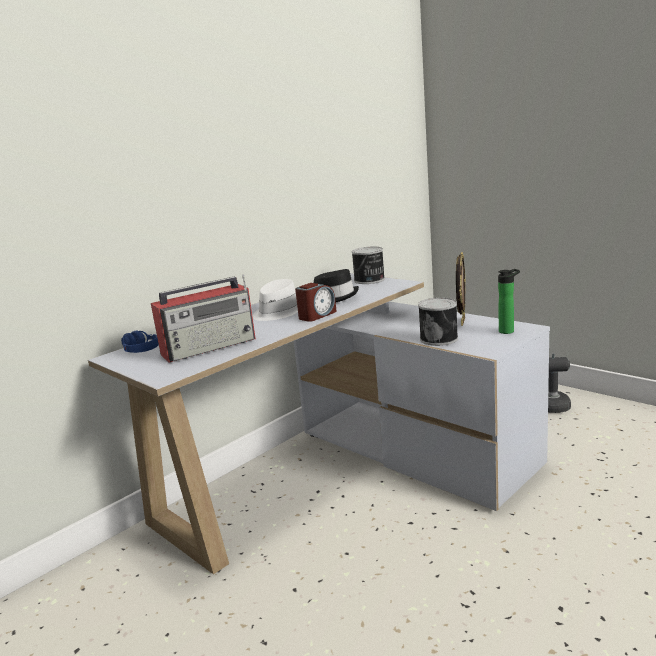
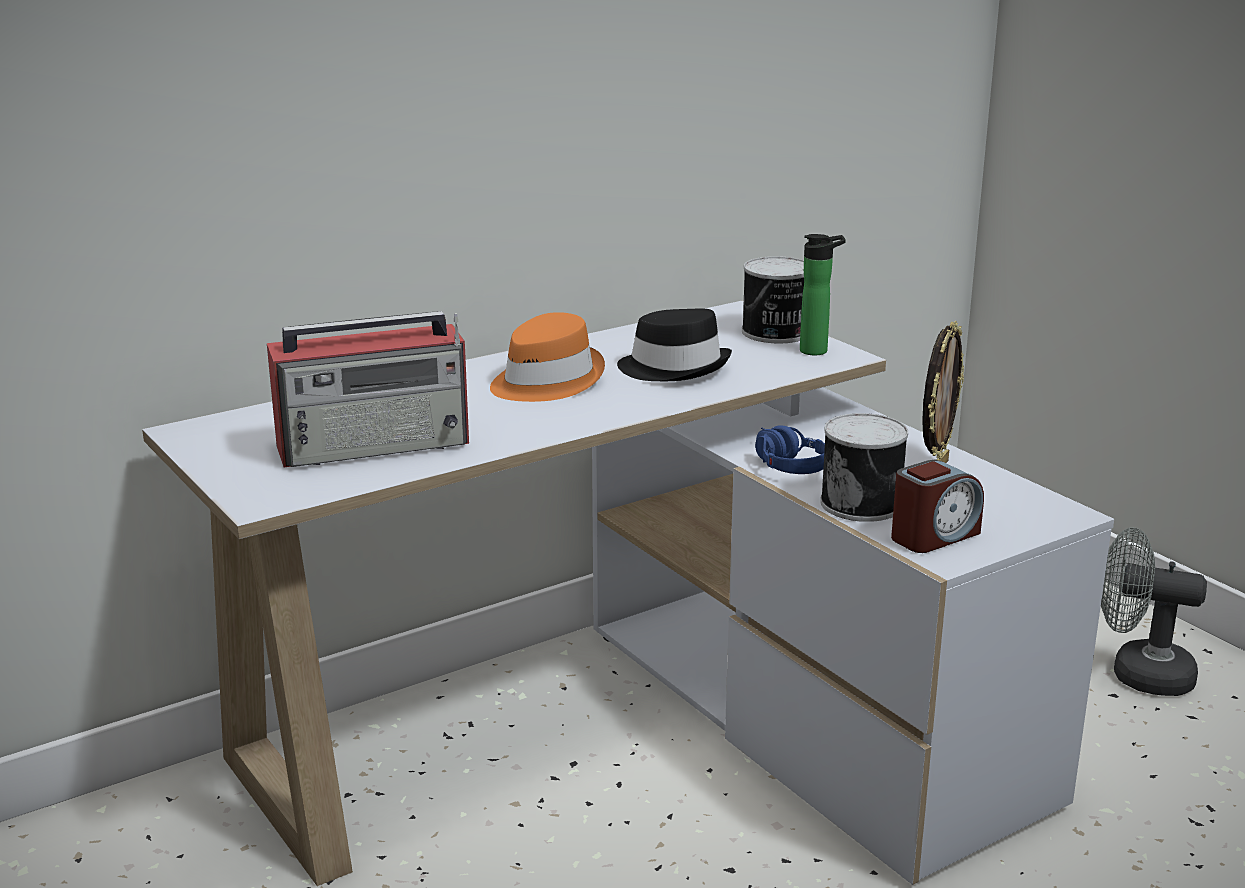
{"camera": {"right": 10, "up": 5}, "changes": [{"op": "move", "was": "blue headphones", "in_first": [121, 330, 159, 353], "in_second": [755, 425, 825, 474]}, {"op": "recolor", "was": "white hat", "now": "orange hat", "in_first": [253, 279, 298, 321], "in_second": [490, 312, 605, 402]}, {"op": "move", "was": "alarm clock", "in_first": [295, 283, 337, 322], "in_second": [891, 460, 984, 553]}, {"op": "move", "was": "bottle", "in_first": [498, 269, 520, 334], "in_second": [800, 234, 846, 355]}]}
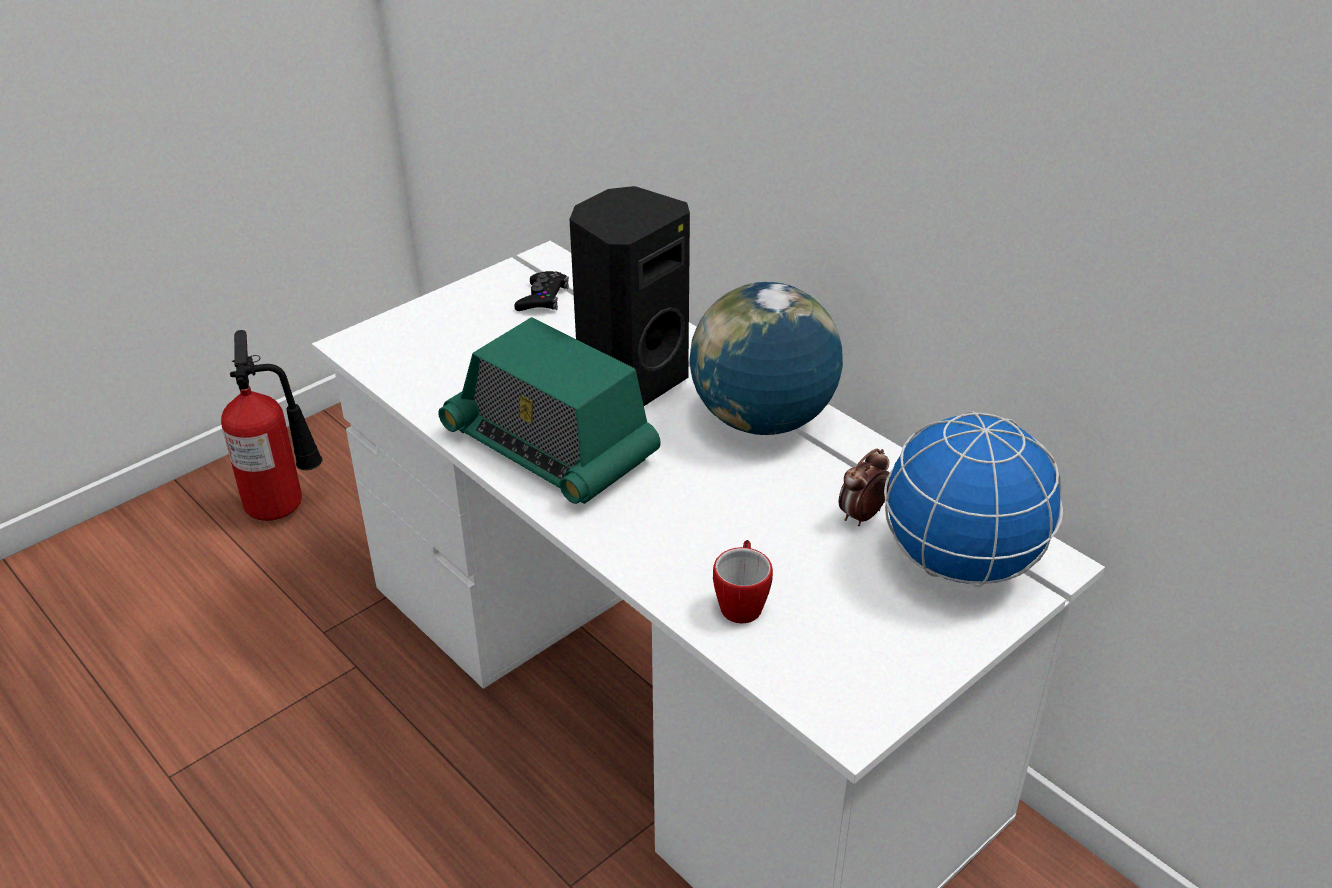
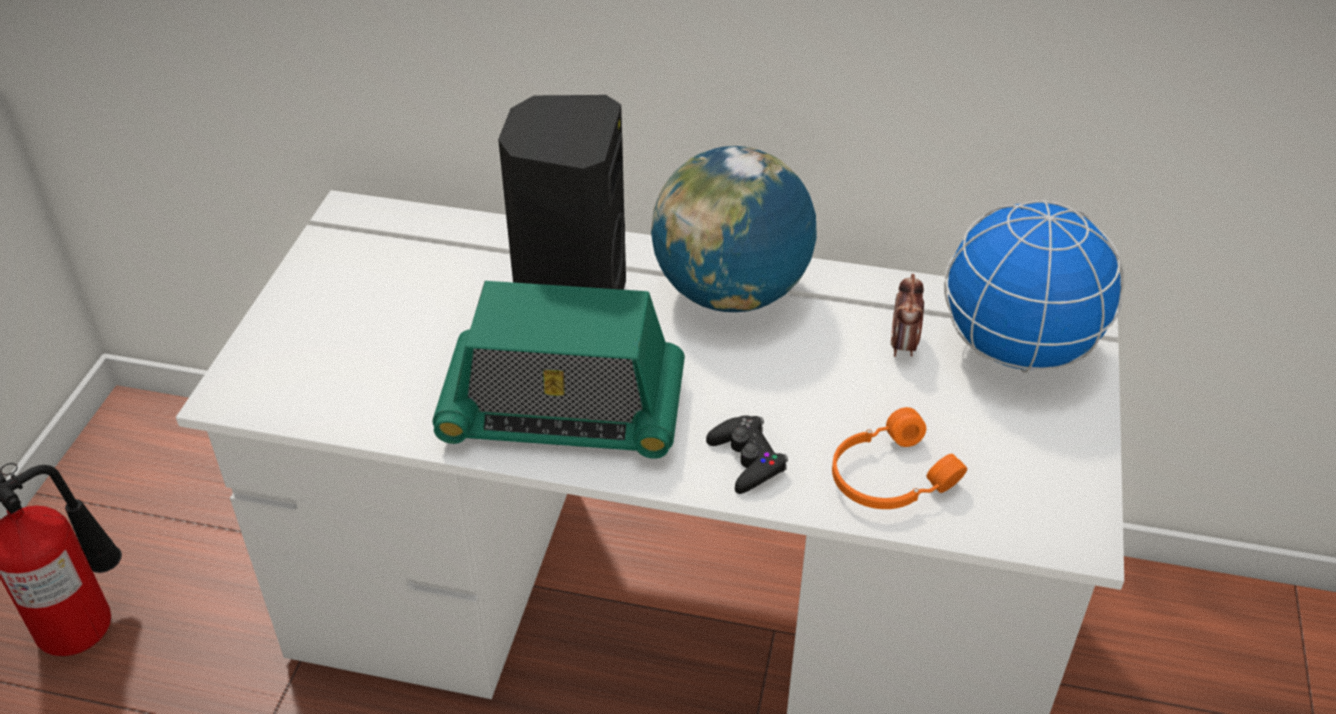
{"camera": {"right": -35, "up": 5}, "changes": [{"op": "move", "was": "black game controller", "in_first": [514, 271, 569, 311], "in_second": [706, 415, 788, 494]}, {"op": "replace", "was": "mug", "now": "orange headphones", "in_first": [713, 540, 773, 623], "in_second": [832, 407, 967, 509]}]}
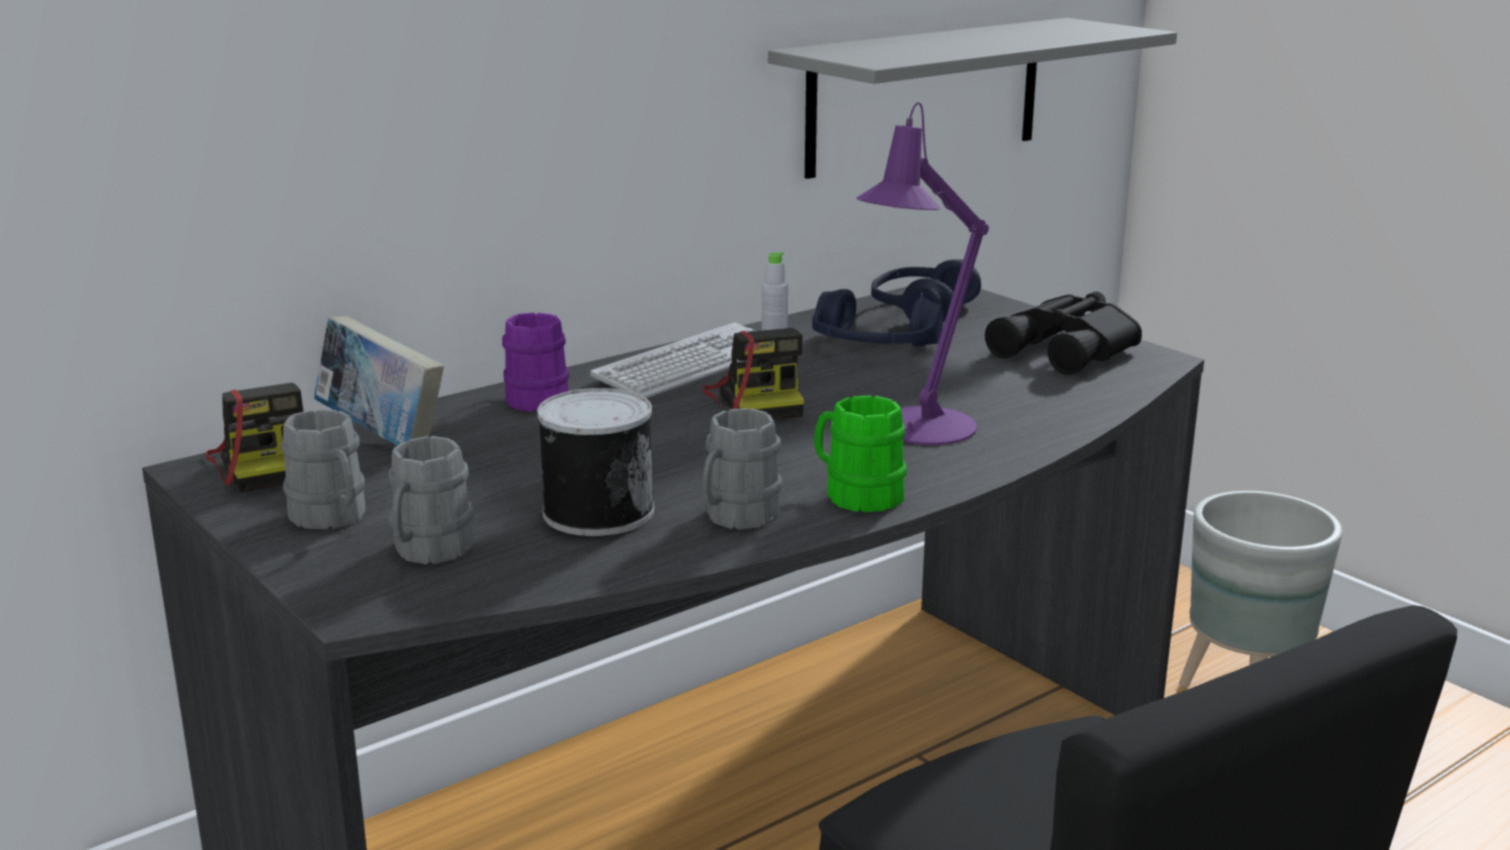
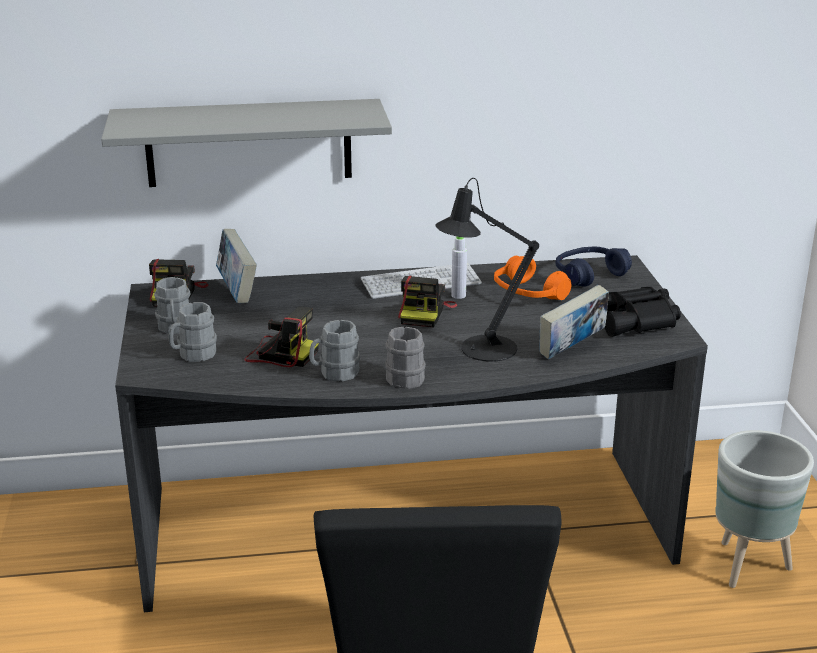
{"camera": {"right": 30, "up": 5}, "changes": [{"op": "delete", "was": "purple mug", "in_first": [502, 312, 569, 412]}, {"op": "replace", "was": "can", "now": "photo camera", "in_first": [537, 388, 654, 536], "in_second": [244, 306, 319, 367]}, {"op": "move", "was": "grey shelf", "in_first": [768, 18, 1177, 179], "in_second": [101, 99, 392, 187]}, {"op": "recolor", "was": "blue headphones", "now": "orange headphones", "in_first": [812, 289, 943, 347], "in_second": [494, 256, 571, 300]}, {"op": "recolor", "was": "green mug", "now": "grey mug", "in_first": [814, 395, 907, 512], "in_second": [385, 327, 426, 389]}, {"op": "recolor", "was": "purple table lamp", "now": "black table lamp", "in_first": [857, 102, 989, 445], "in_second": [436, 178, 539, 362]}, {"op": "insert", "now": "book", "in_second": [539, 285, 609, 360]}]}
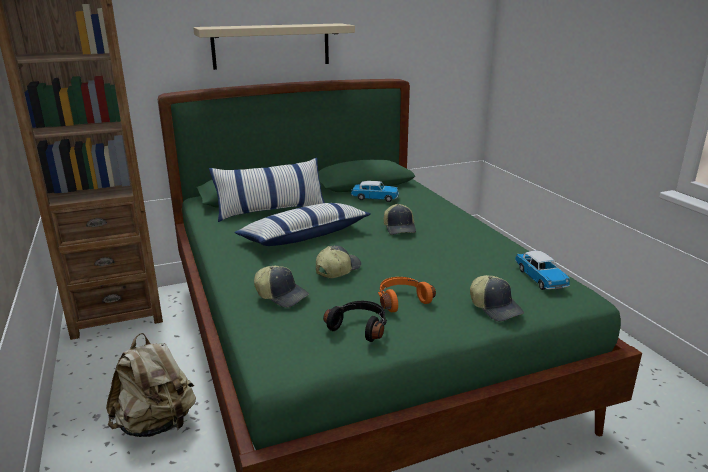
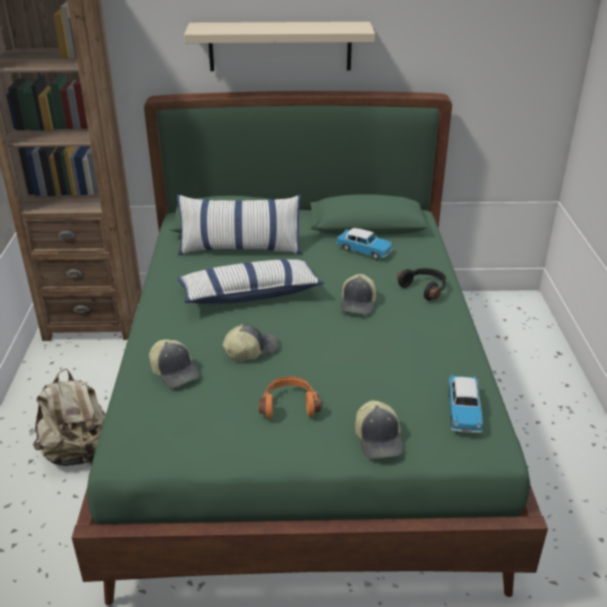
{"camera": {"right": 20, "up": 10}, "changes": [{"op": "move", "was": "black headphones", "in_first": [323, 301, 387, 342], "in_second": [397, 268, 446, 301]}]}
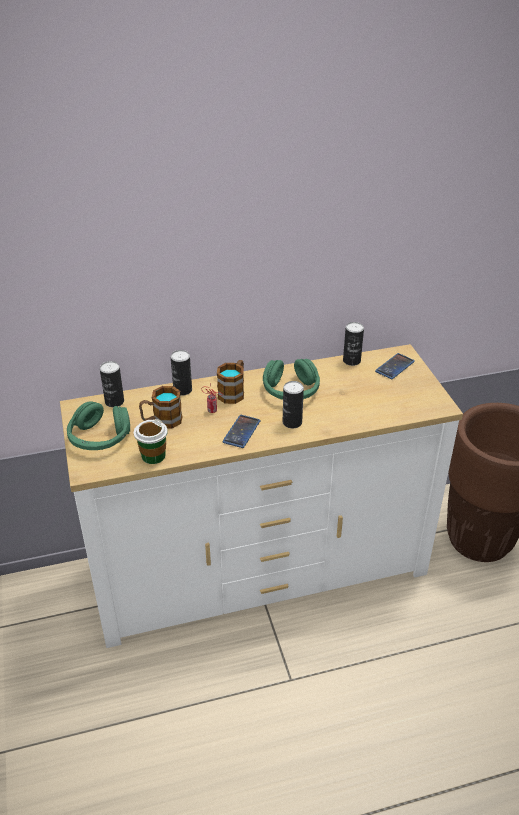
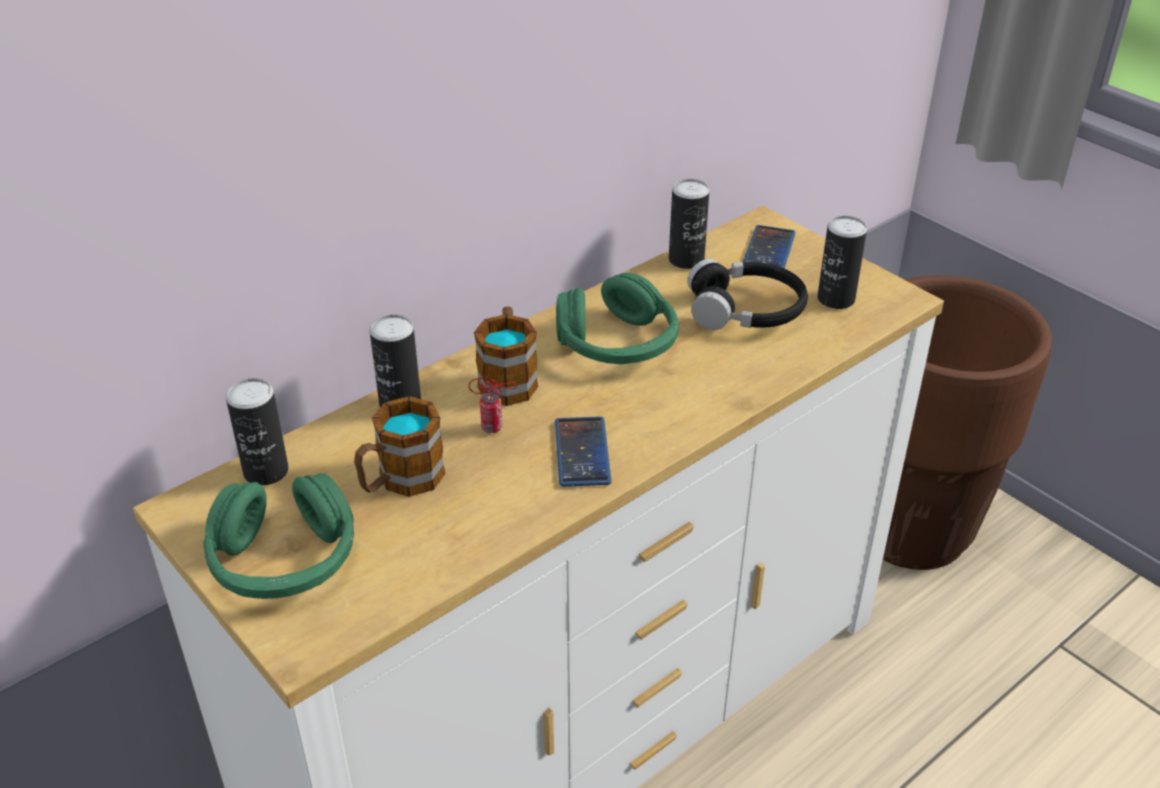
{"camera": {"right": -25, "up": 0}, "changes": [{"op": "delete", "was": "cup", "in_first": [134, 419, 168, 464]}, {"op": "move", "was": "can", "in_first": [283, 381, 304, 428], "in_second": [817, 216, 867, 309]}, {"op": "insert", "now": "black headphones", "in_second": [687, 259, 808, 330]}]}
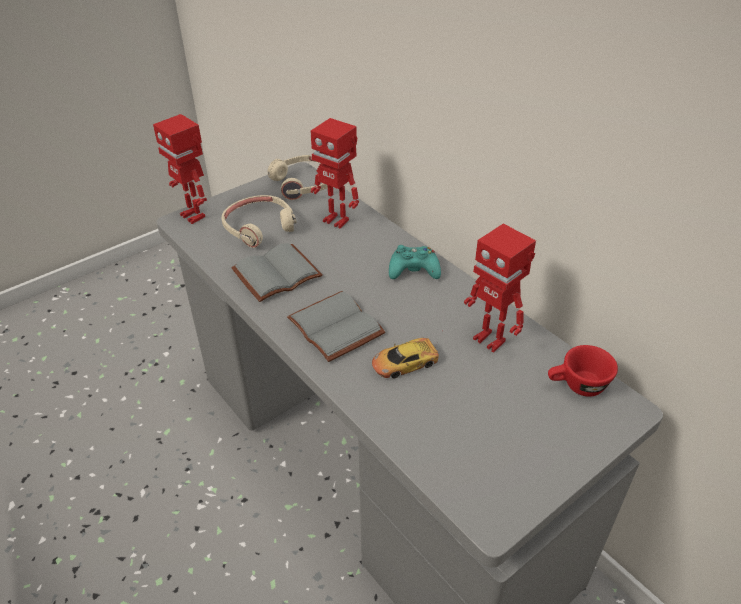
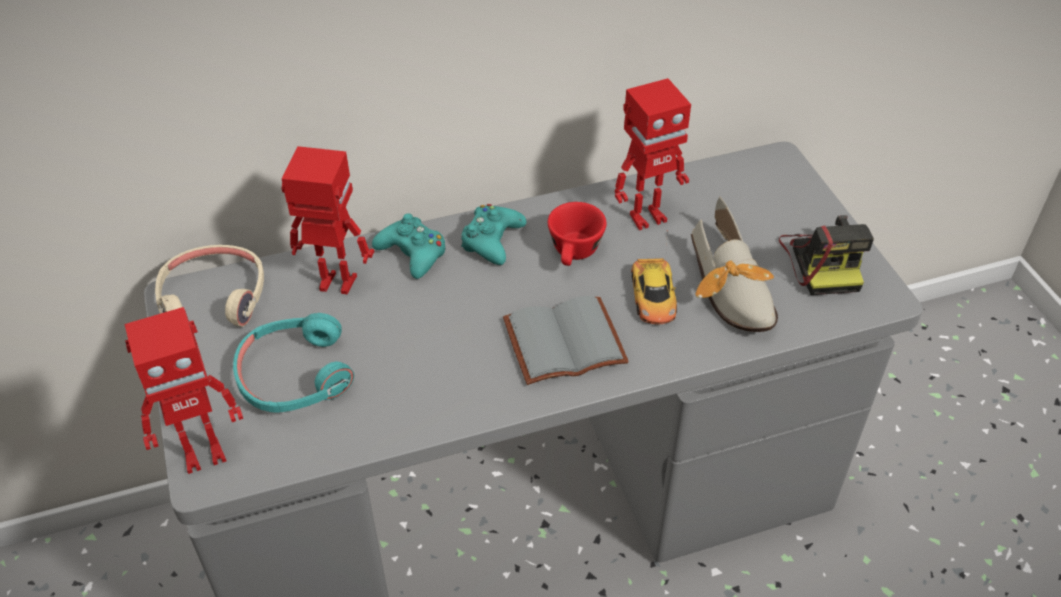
{"camera": {"right": -70, "up": 5}, "changes": [{"op": "recolor", "was": "beige headphones", "now": "turquoise headphones", "in_first": [222, 195, 296, 248], "in_second": [233, 313, 354, 413]}, {"op": "delete", "was": "grey book", "in_first": [231, 243, 322, 302]}, {"op": "rotate", "was": "toy robot", "in_first": [310, 118, 359, 229], "in_second": [282, 146, 374, 294], "clockwise": -135}, {"op": "move", "was": "red cup", "in_first": [548, 345, 618, 397], "in_second": [548, 202, 606, 266]}, {"op": "insert", "now": "turquoise game controller", "in_second": [372, 213, 446, 279]}, {"op": "insert", "now": "shoe", "in_second": [691, 197, 778, 332]}, {"op": "insert", "now": "photo camera", "in_second": [779, 215, 874, 295]}]}
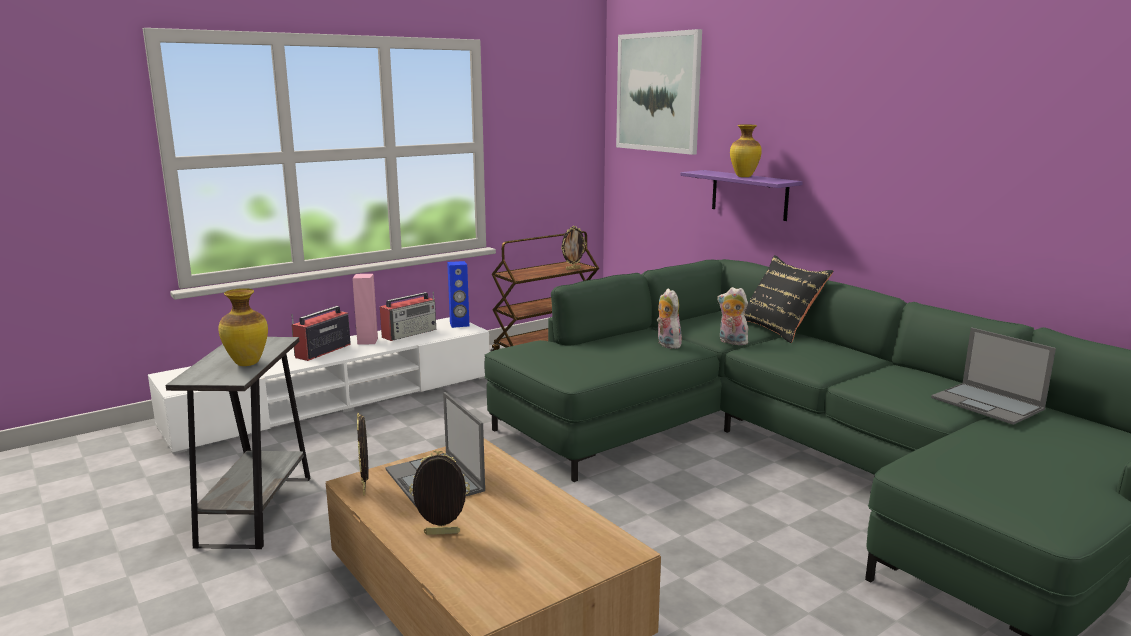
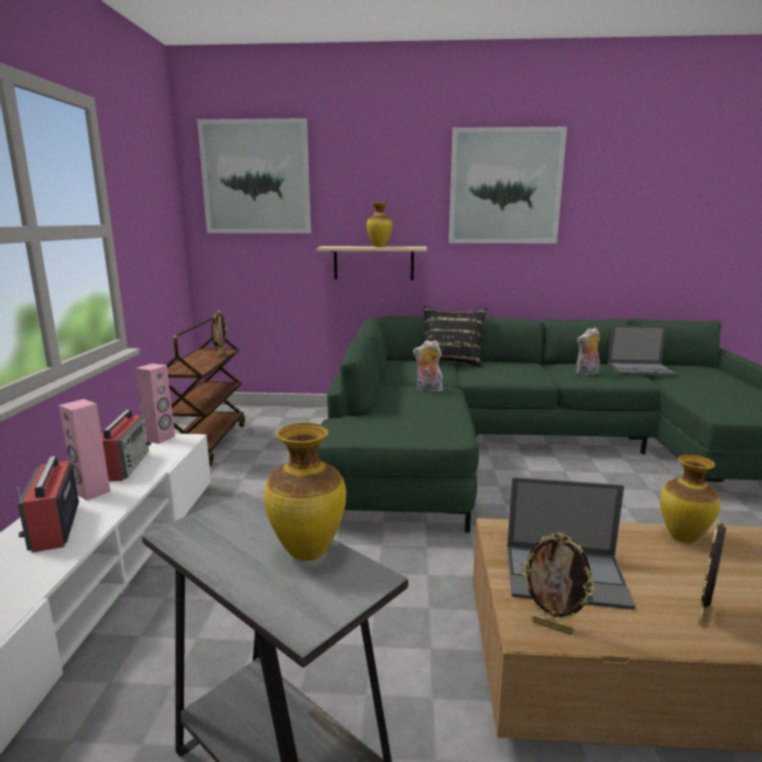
{"camera": {"right": -50, "up": 0}, "changes": [{"op": "recolor", "was": "blue speaker", "now": "pink speaker", "in_first": [447, 261, 469, 328], "in_second": [136, 363, 175, 444]}, {"op": "recolor", "was": "purple shelf", "now": "beige shelf", "in_first": [680, 170, 803, 221], "in_second": [317, 246, 427, 280]}, {"op": "move", "was": "plush toy", "in_first": [717, 287, 748, 345], "in_second": [576, 327, 600, 375]}, {"op": "insert", "now": "picture", "in_second": [449, 127, 567, 243]}, {"op": "insert", "now": "vase", "in_second": [660, 454, 720, 543]}]}
